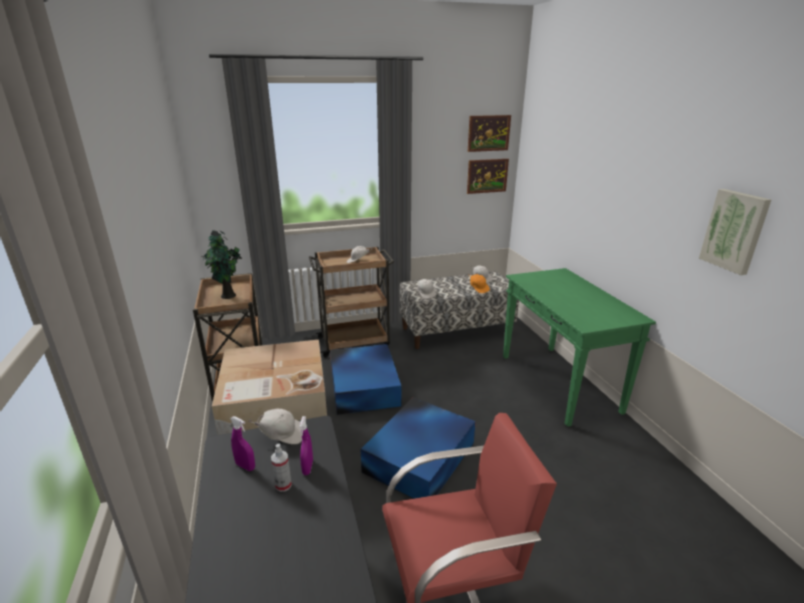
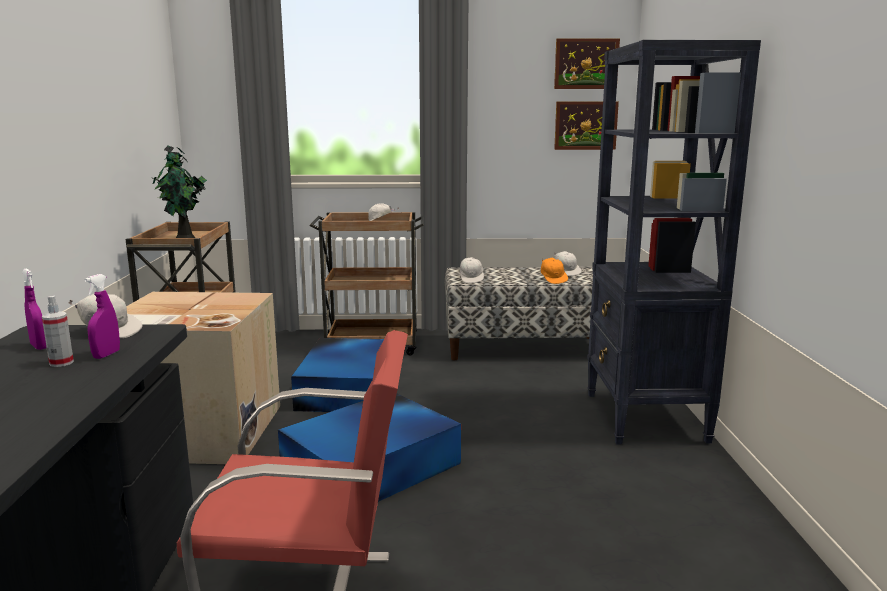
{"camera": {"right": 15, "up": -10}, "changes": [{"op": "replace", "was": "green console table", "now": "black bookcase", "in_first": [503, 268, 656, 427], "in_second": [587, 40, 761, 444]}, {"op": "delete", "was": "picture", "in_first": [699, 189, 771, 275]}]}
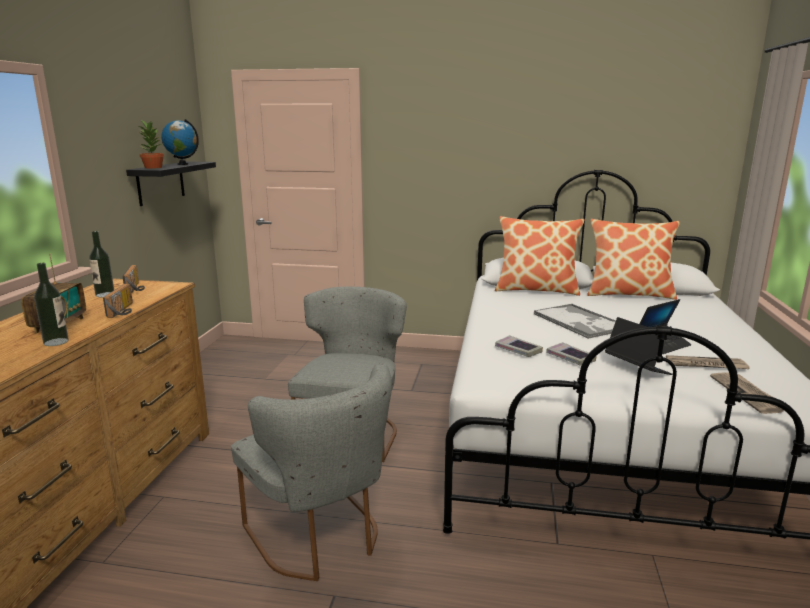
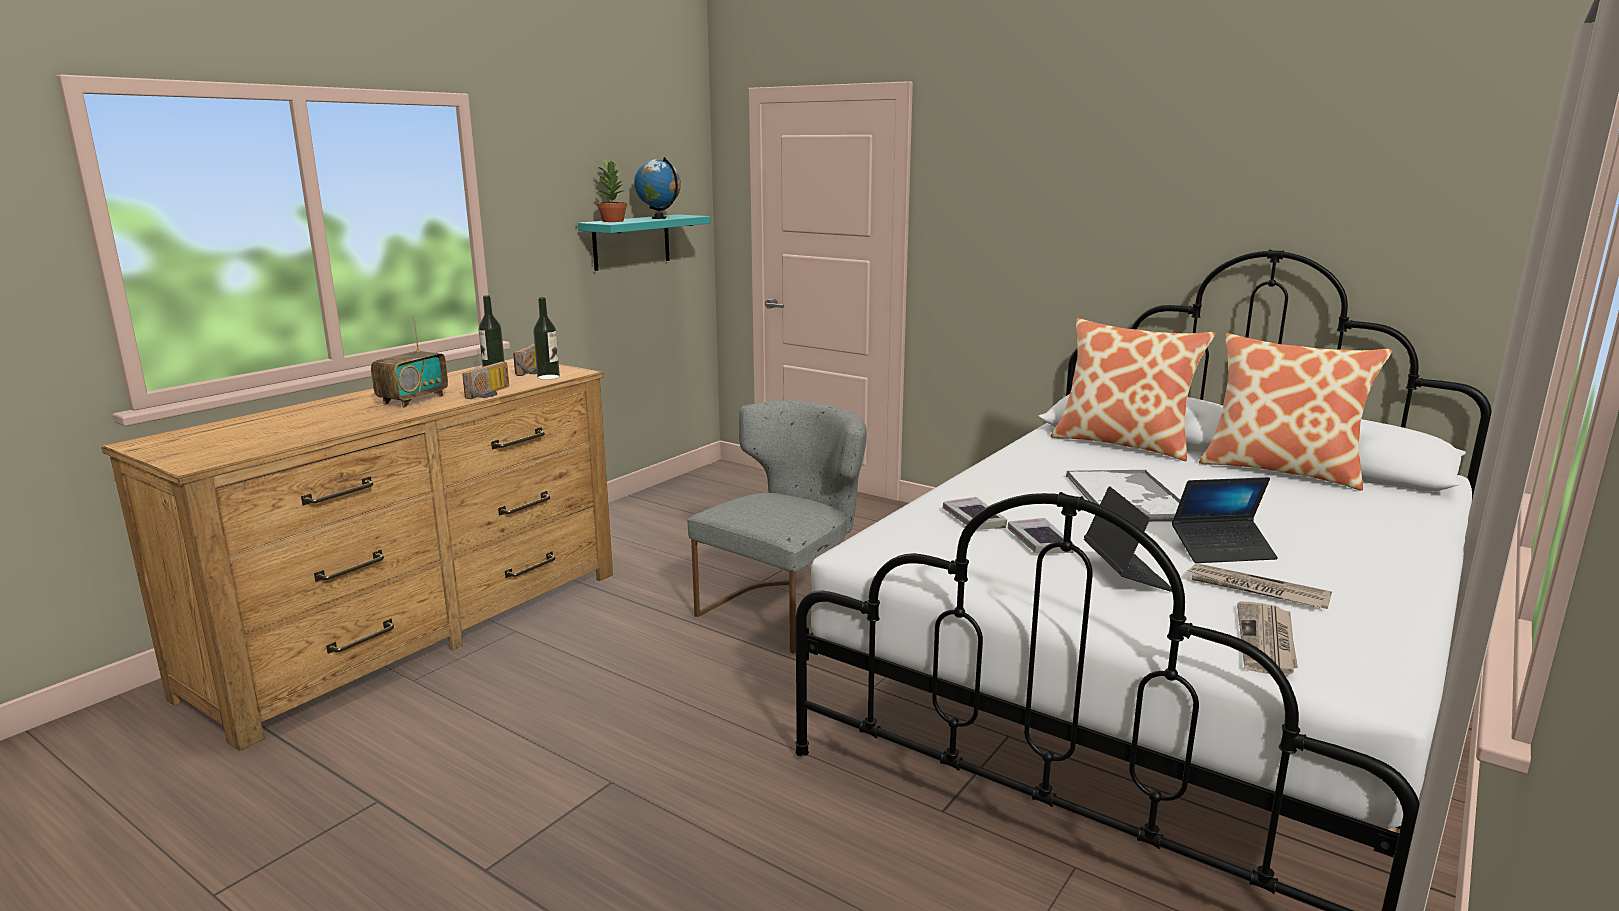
{"camera": {"right": 25, "up": 0}, "changes": [{"op": "move", "was": "bottle", "in_first": [34, 263, 69, 346], "in_second": [533, 297, 560, 380]}, {"op": "recolor", "was": "black shelf", "now": "turquoise shelf", "in_first": [126, 162, 216, 206], "in_second": [578, 214, 710, 271]}, {"op": "delete", "was": "grey chair", "in_first": [231, 363, 392, 581]}]}
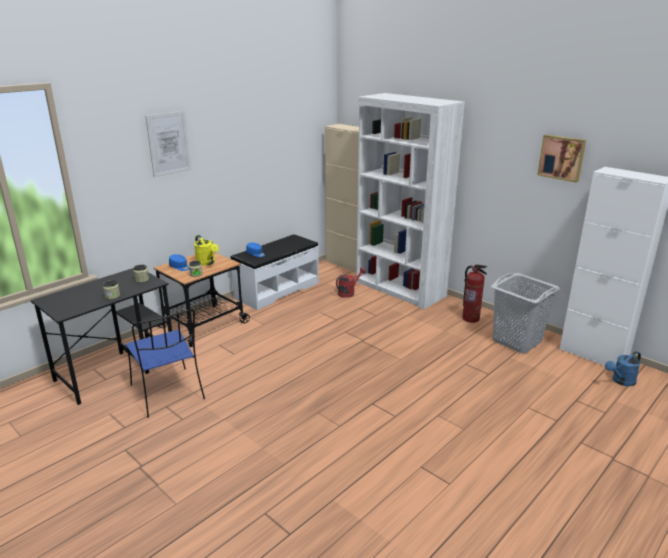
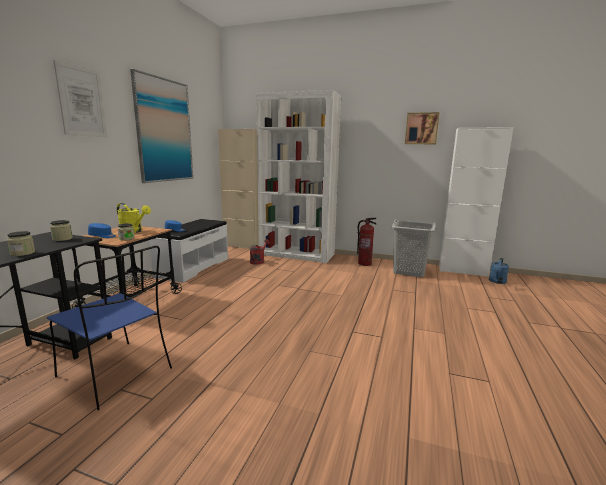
{"camera": {"right": -25, "up": -10}, "changes": [{"op": "insert", "now": "picture", "in_second": [130, 69, 193, 183]}]}
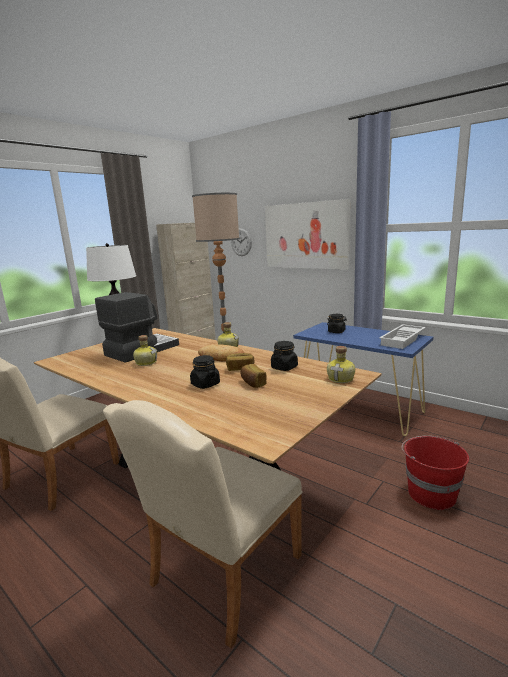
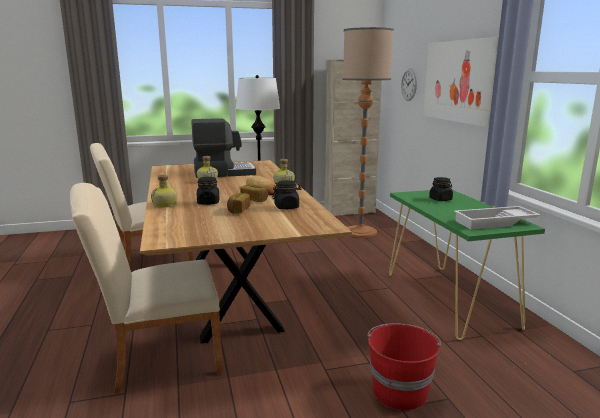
{"camera": {"right": 35, "up": 0}, "changes": [{"op": "recolor", "was": "blue console table", "now": "green console table", "in_first": [293, 322, 433, 436], "in_second": [389, 190, 545, 340]}, {"op": "move", "was": "bottle", "in_first": [327, 346, 355, 383], "in_second": [151, 174, 177, 207]}]}
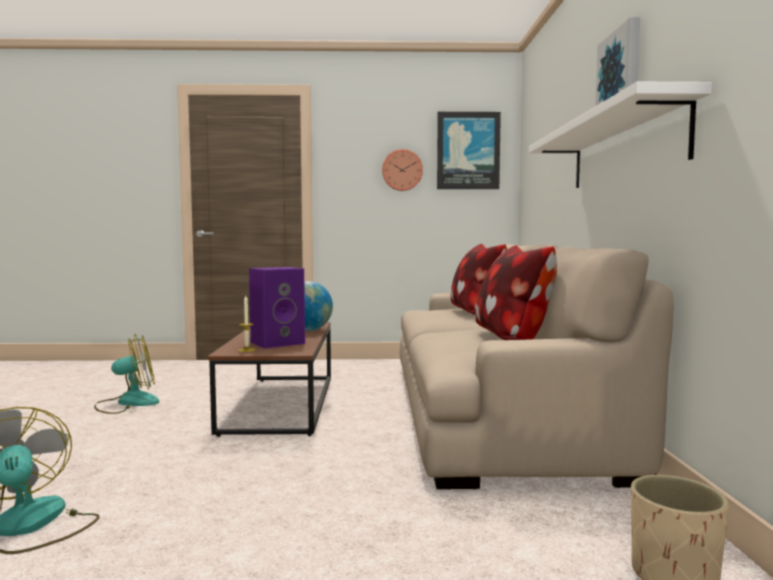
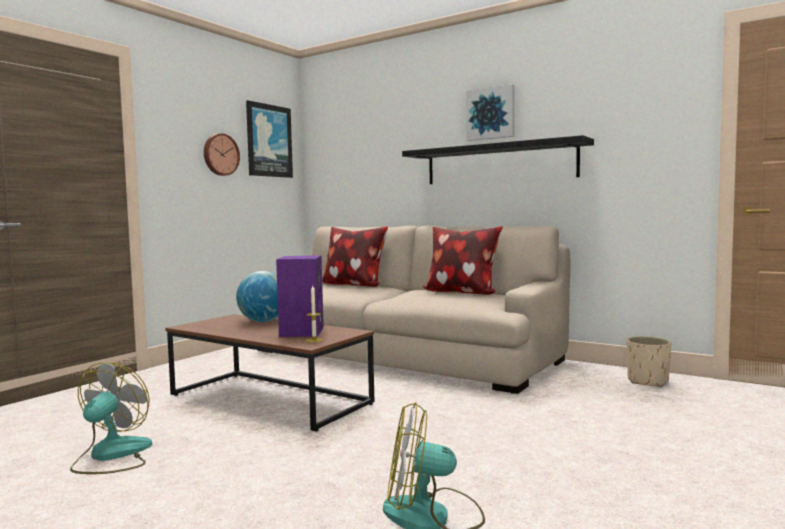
{"camera": {"right": -55, "up": 0}, "changes": [{"op": "recolor", "was": "white shelf", "now": "black shelf", "in_first": [529, 82, 712, 188], "in_second": [402, 135, 594, 184]}]}
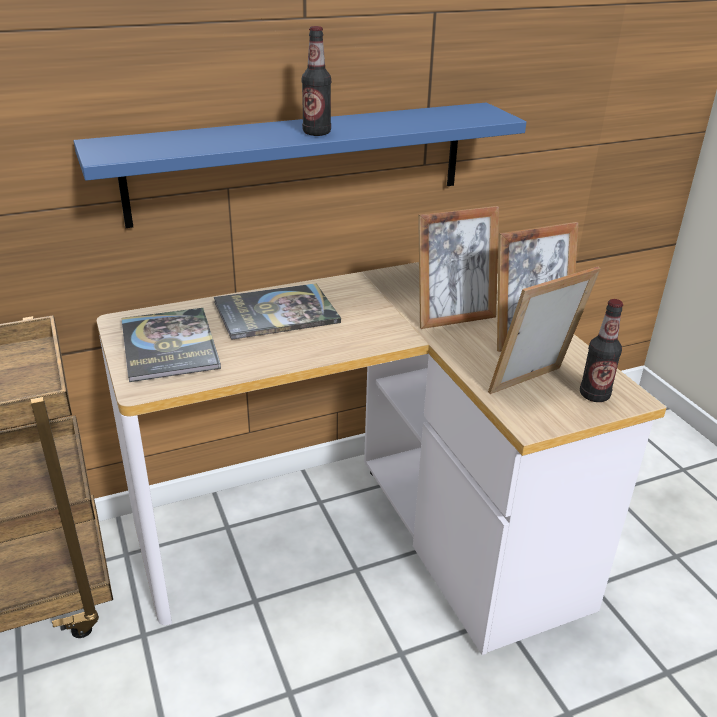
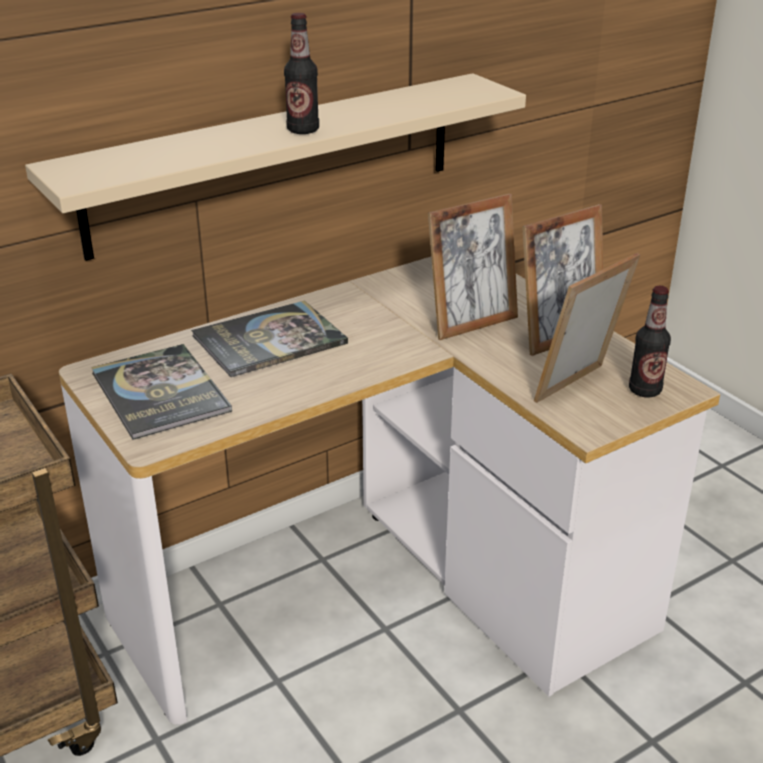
{"camera": {"right": -10, "up": 0}, "changes": [{"op": "recolor", "was": "blue shelf", "now": "beige shelf", "in_first": [74, 103, 526, 228], "in_second": [25, 73, 526, 261]}]}
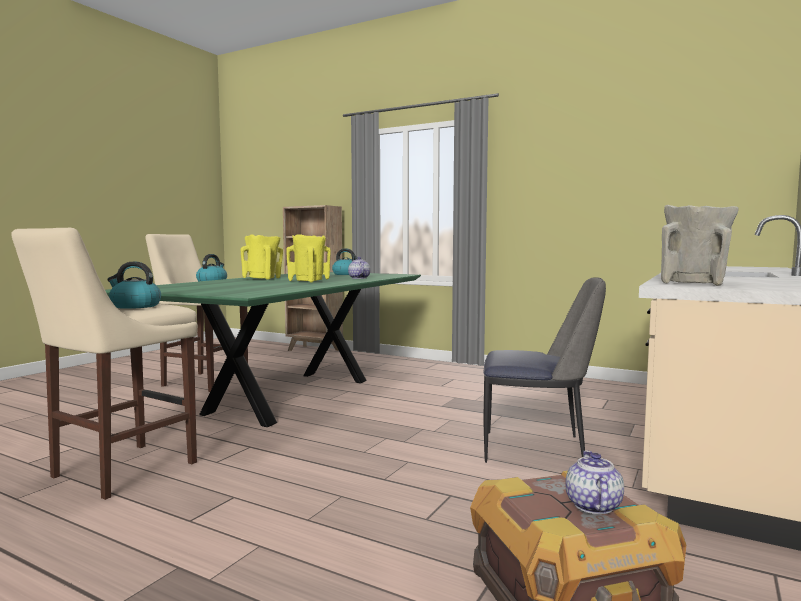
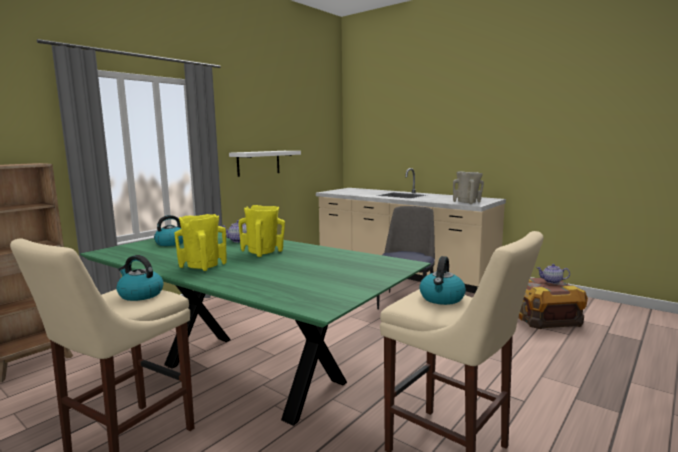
{"camera": {"right": -80, "up": 5}, "changes": [{"op": "insert", "now": "white shelf", "in_second": [229, 151, 301, 177]}]}
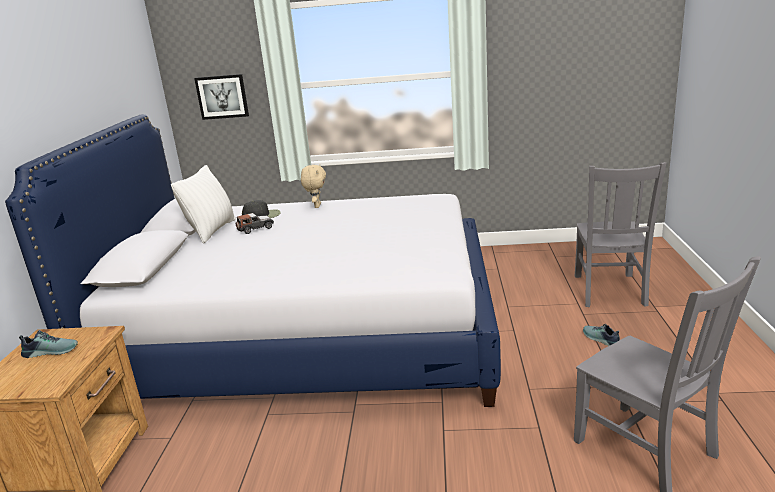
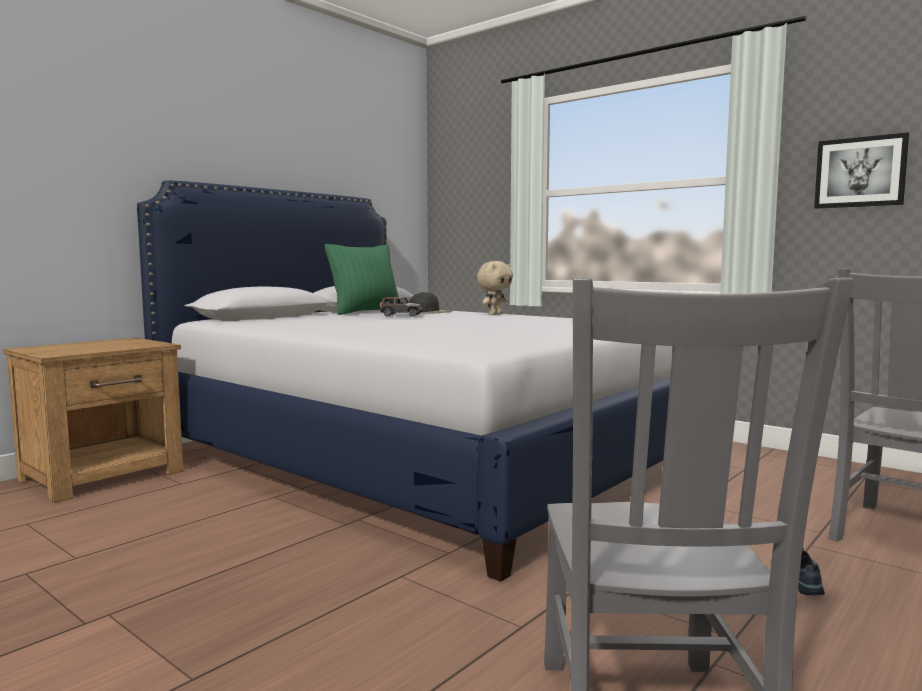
{"camera": {"right": 35, "up": -15}, "changes": [{"op": "delete", "was": "shoe", "in_first": [19, 330, 78, 358]}, {"op": "recolor", "was": "white pillow", "now": "green pillow", "in_first": [171, 165, 236, 244], "in_second": [325, 244, 401, 315]}, {"op": "move", "was": "picture", "in_first": [194, 74, 249, 120], "in_second": [814, 132, 909, 209]}]}
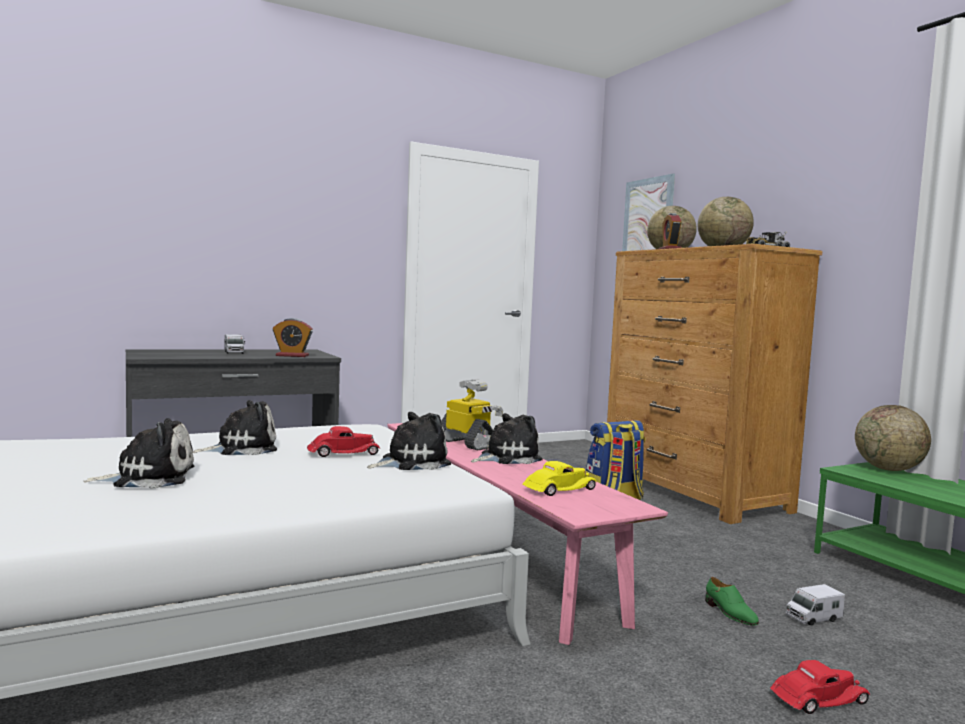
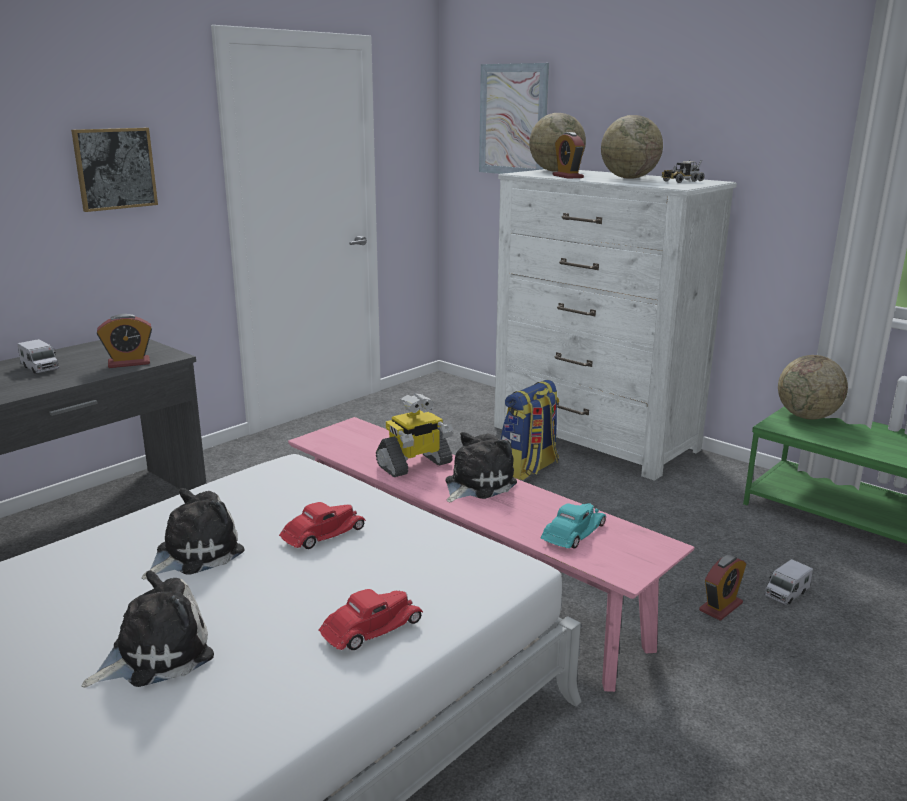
{"camera": {"right": -20, "up": 15}, "changes": [{"op": "delete", "was": "plush toy", "in_first": [367, 412, 451, 470]}, {"op": "rotate", "was": "toy robot", "in_first": [441, 379, 503, 450], "in_second": [376, 393, 453, 477], "clockwise": 120}, {"op": "recolor", "was": "yellow toy car", "now": "turquoise toy car", "in_first": [522, 461, 597, 496], "in_second": [541, 503, 606, 549]}, {"op": "recolor", "was": "brown dresser", "now": "white dresser", "in_first": [607, 244, 822, 524], "in_second": [494, 169, 737, 481]}, {"op": "replace", "was": "green shoe", "now": "alarm clock", "in_first": [705, 577, 759, 626], "in_second": [699, 555, 746, 621]}, {"op": "move", "was": "red toy car", "in_first": [770, 660, 870, 714], "in_second": [319, 589, 423, 650]}, {"op": "insert", "now": "picture", "in_second": [71, 128, 158, 212]}]}
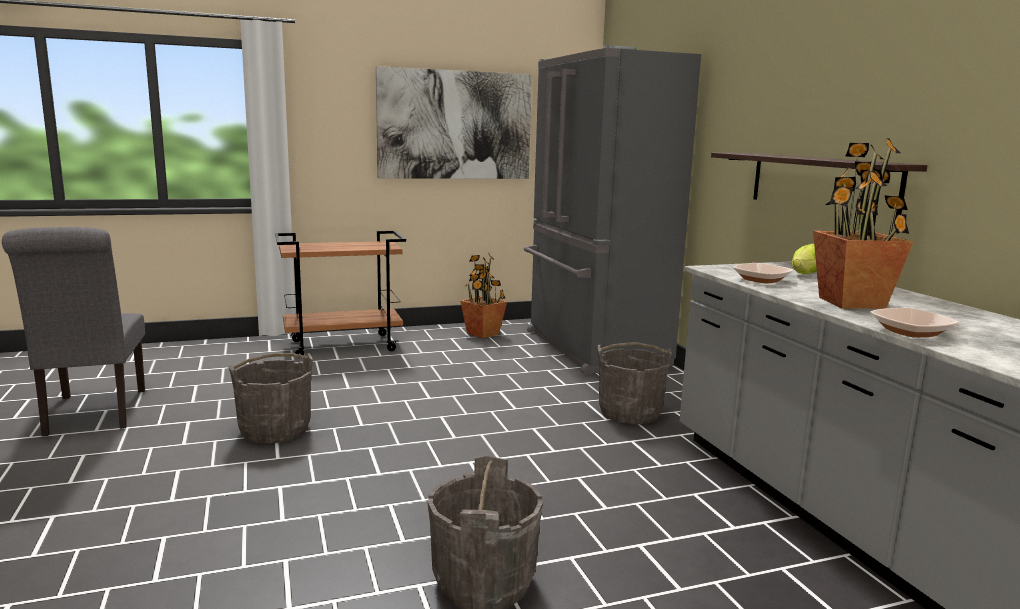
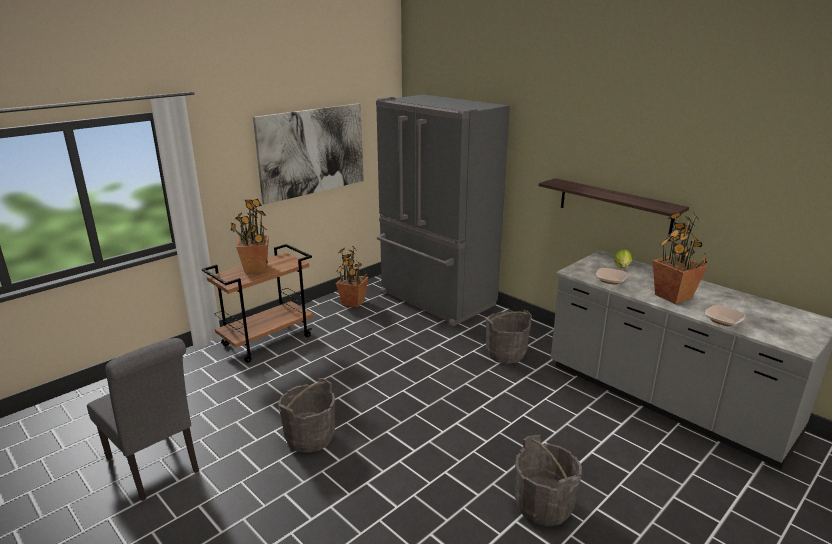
{"camera": {"right": -25, "up": 10}, "changes": [{"op": "insert", "now": "potted plant", "in_second": [231, 199, 269, 273]}]}
